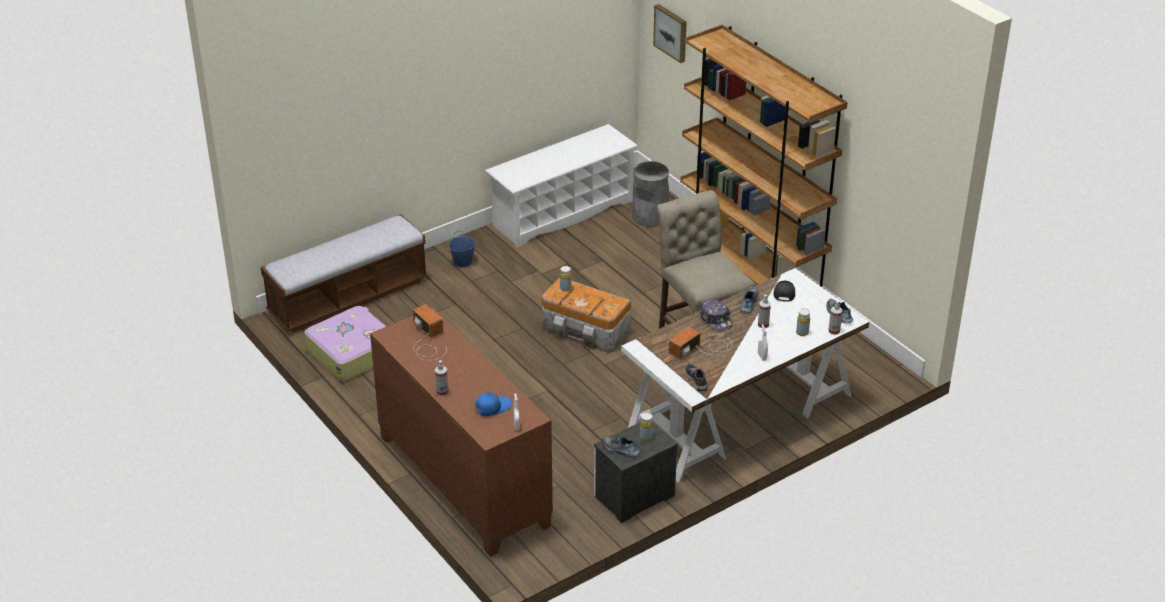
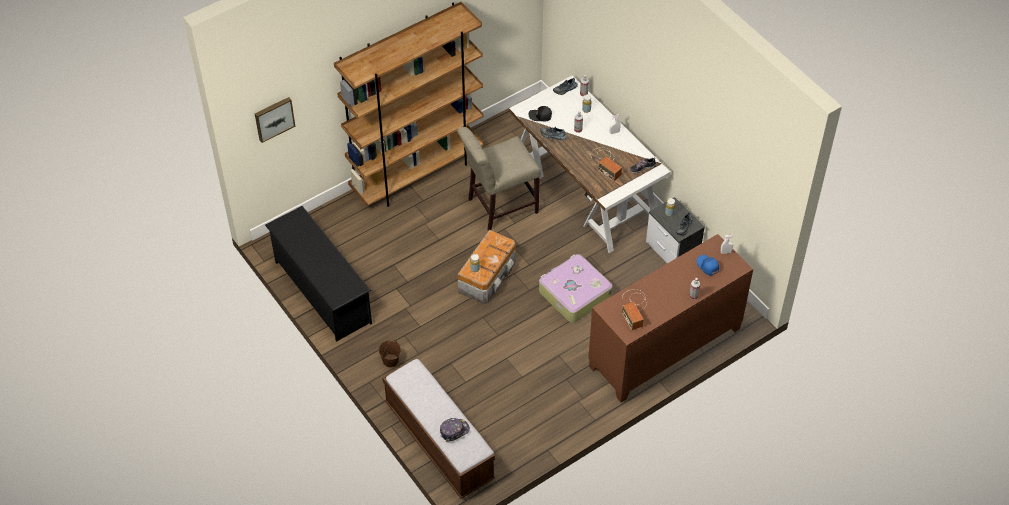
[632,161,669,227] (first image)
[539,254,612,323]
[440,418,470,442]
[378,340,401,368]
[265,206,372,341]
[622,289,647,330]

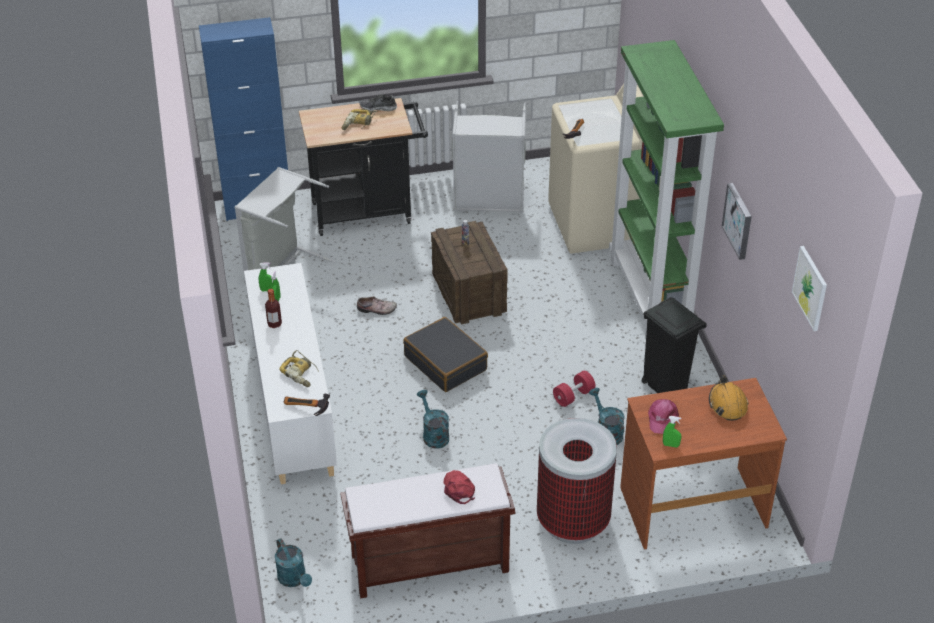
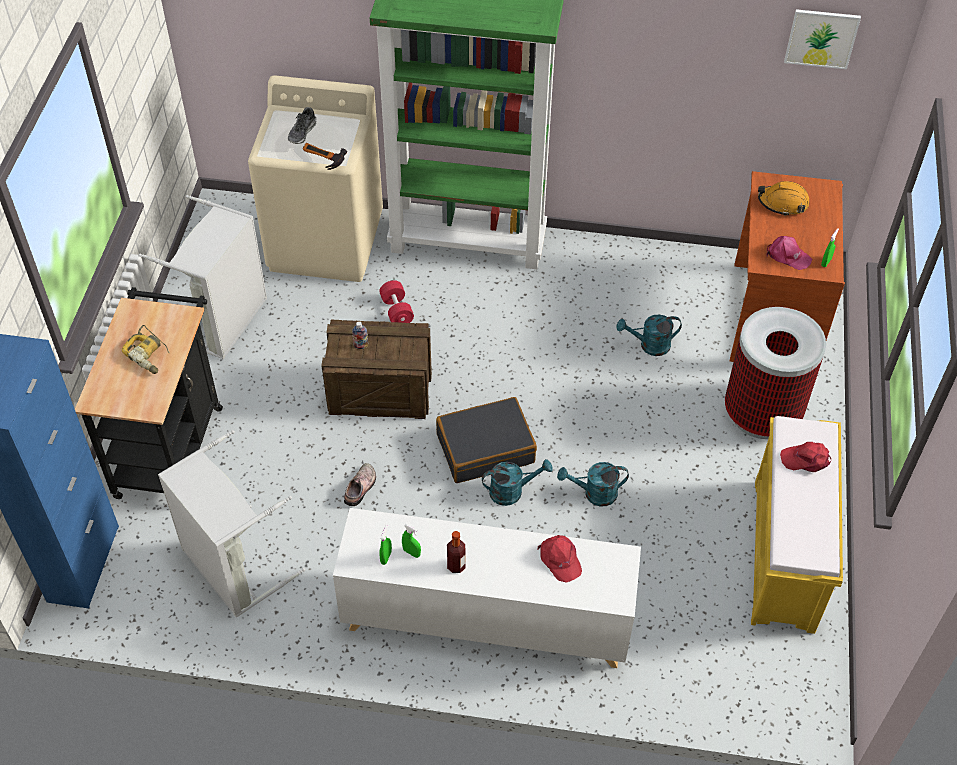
[284,394,330,416] (first image)
[642,297,707,393] (first image)
[722,183,751,260] (first image)
[482,459,552,506]
[287,107,317,144]
[379,280,414,324]
[538,535,582,583]
[751,416,843,634]

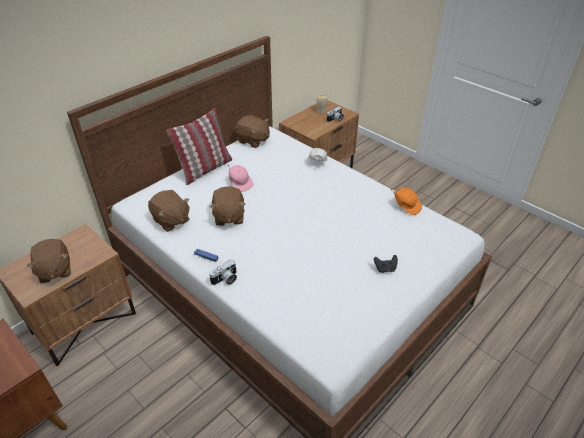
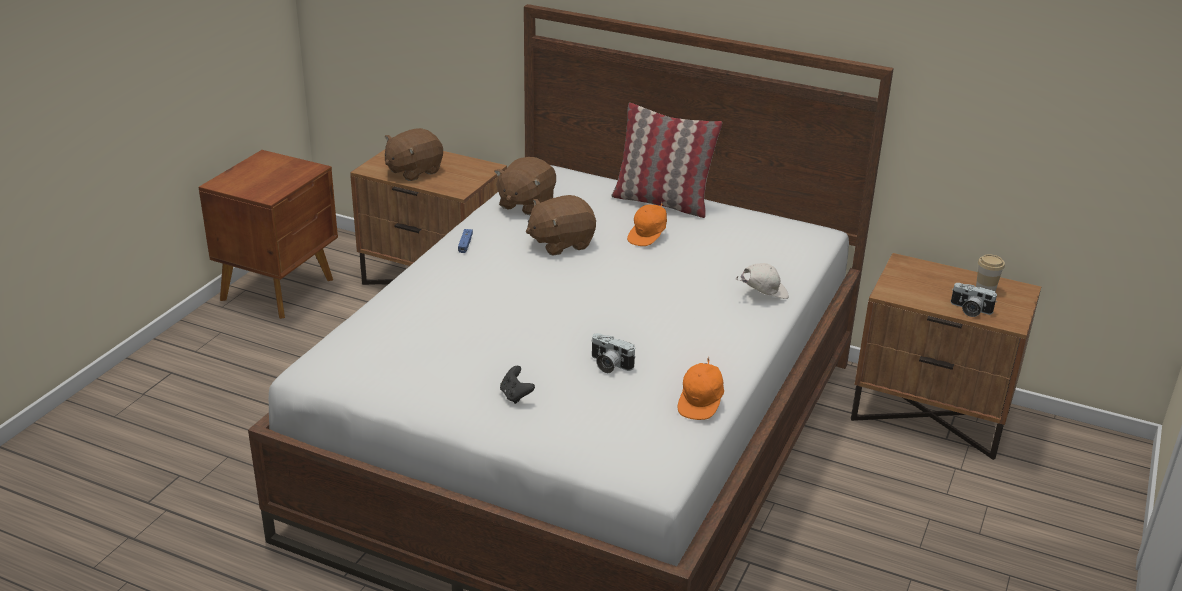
[235,115,270,148] (first image)
[591,333,635,373]
[627,202,667,246]

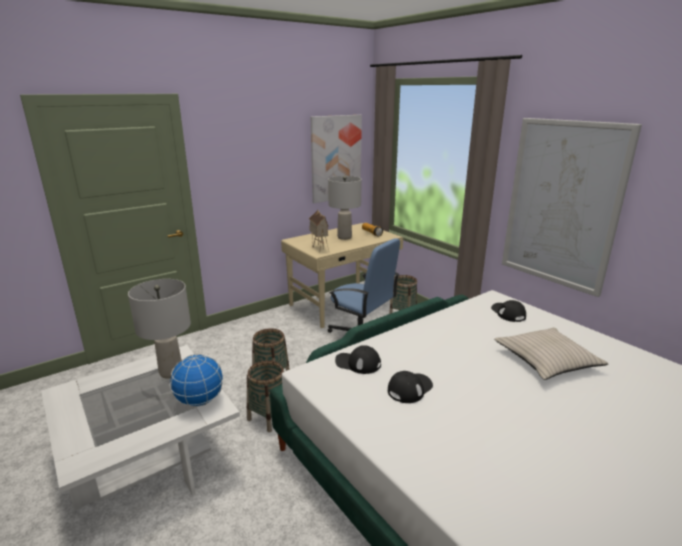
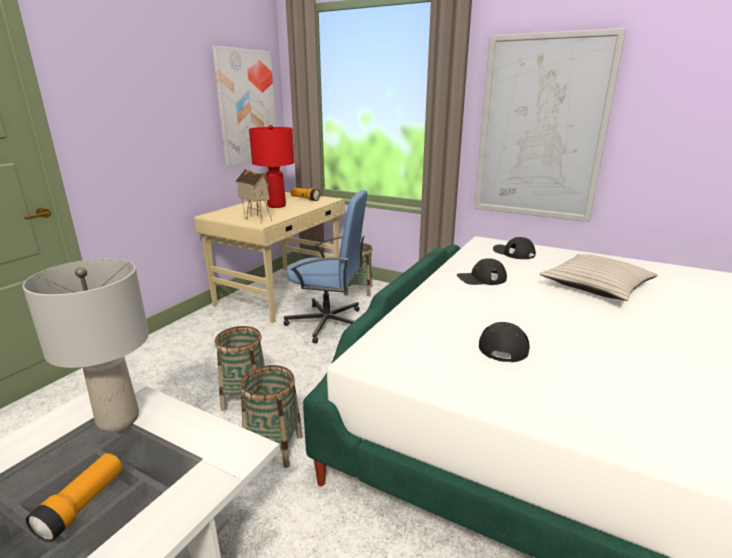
[170,354,224,407] (first image)
[26,453,122,542]
[457,258,507,285]
[249,125,295,208]

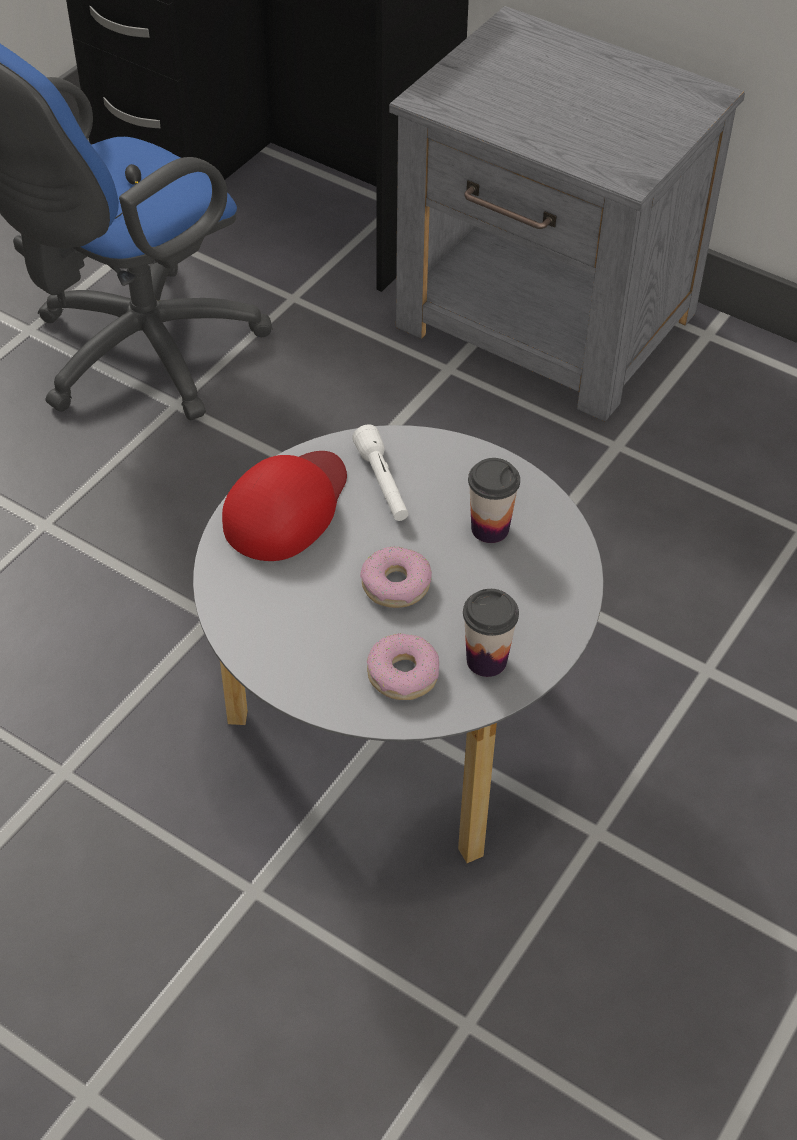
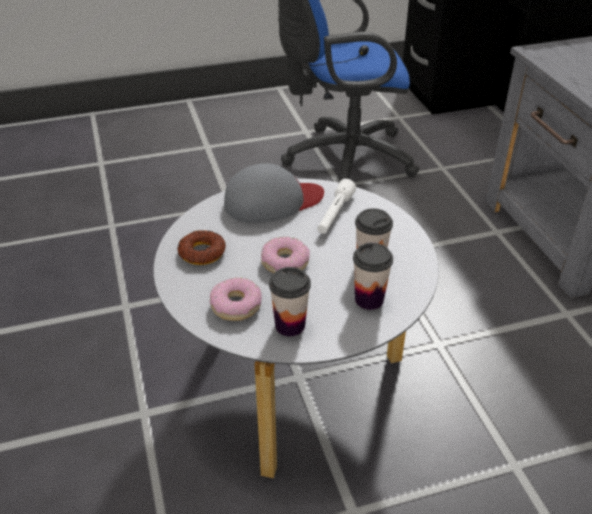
[177,230,226,265]
[353,243,393,310]
[224,163,324,223]

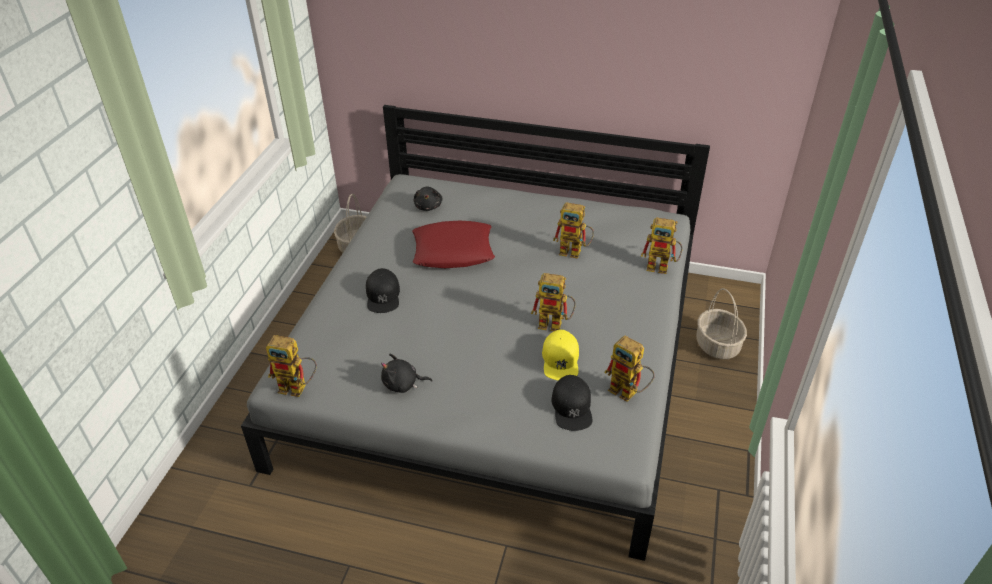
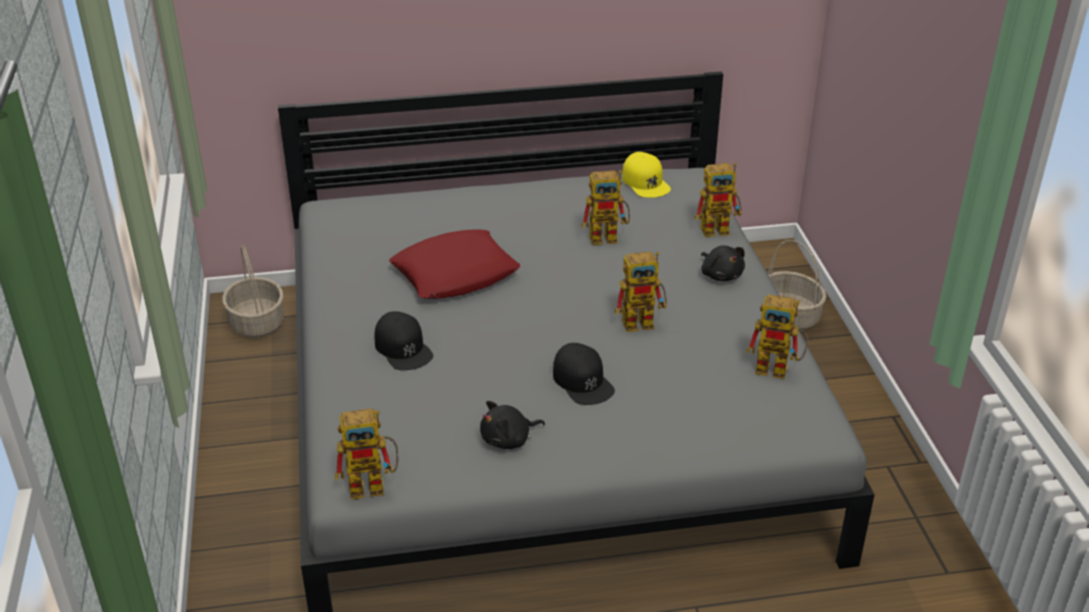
[701,245,745,281]
[622,152,671,198]
[553,343,615,405]

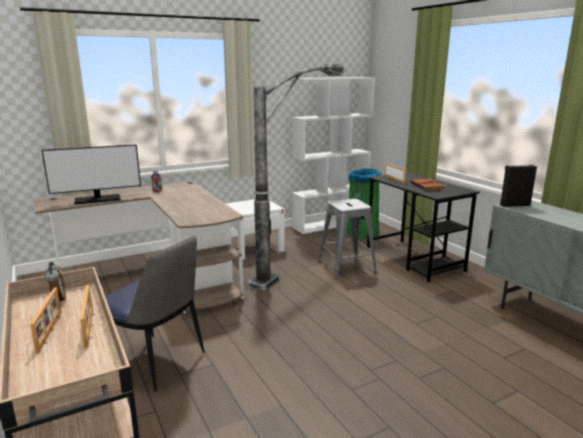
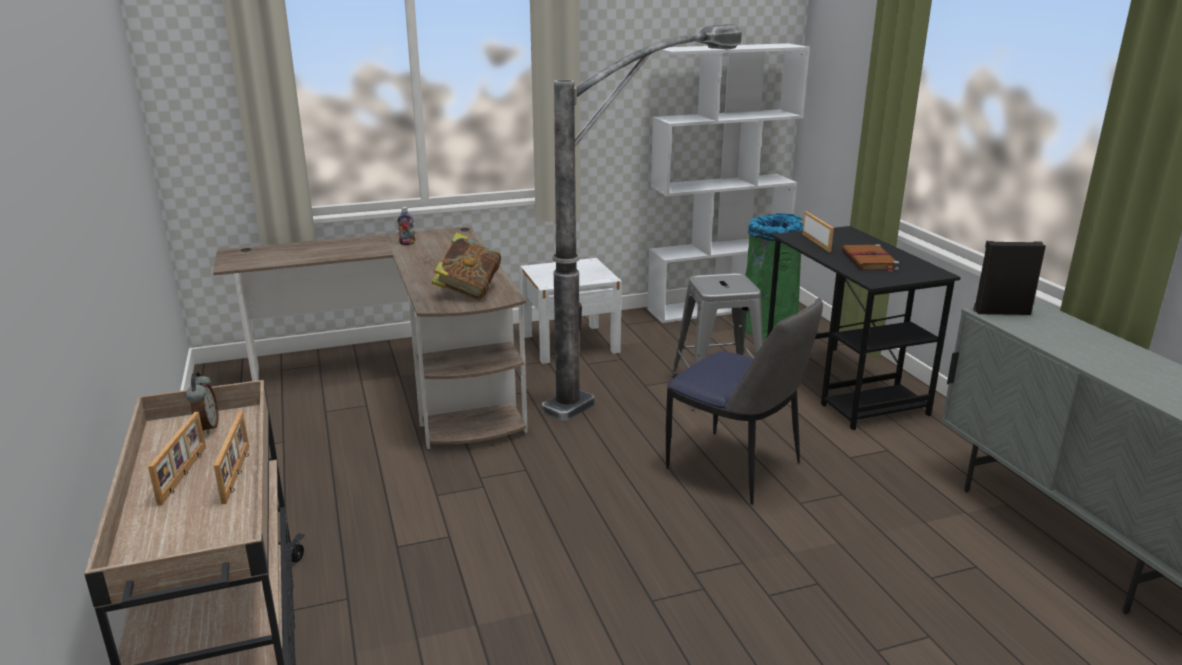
[42,144,141,205] (first image)
[432,232,501,300]
[666,297,823,505]

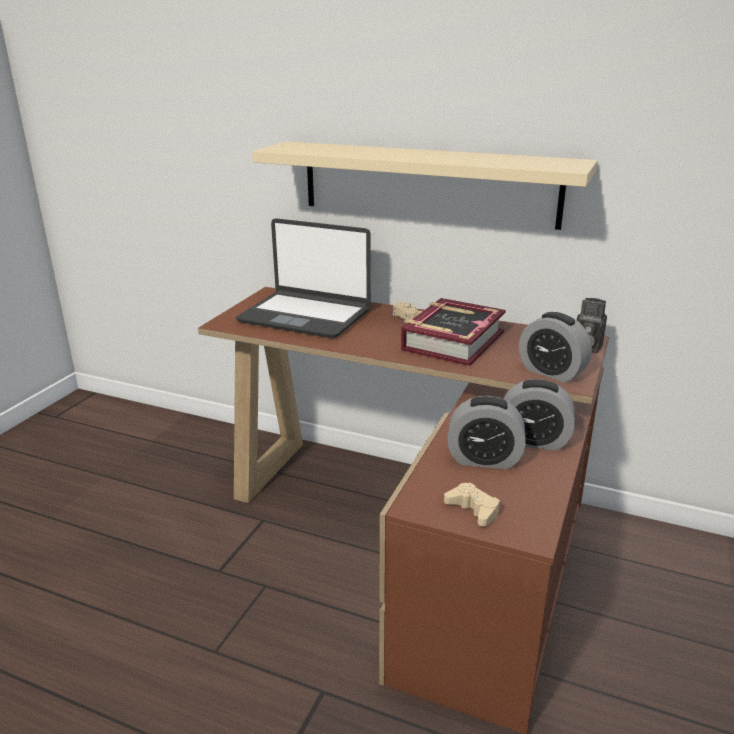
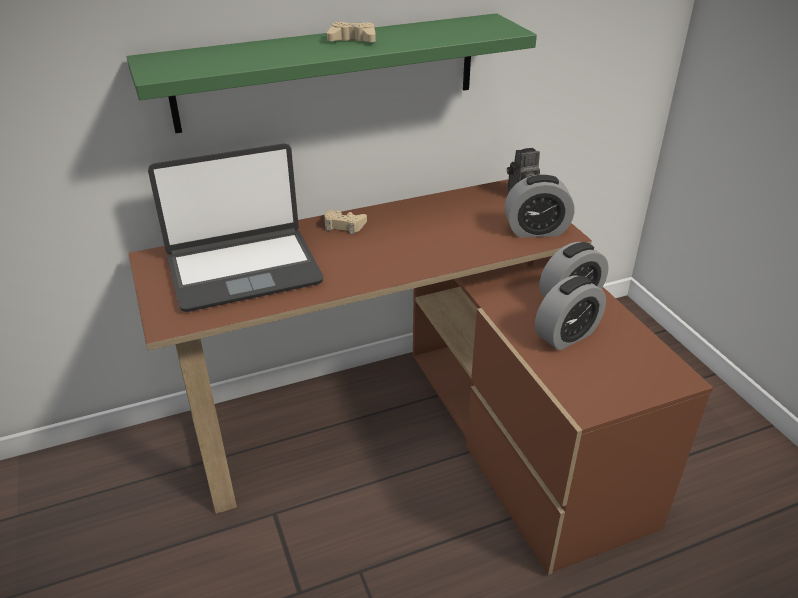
[401,298,506,366] (first image)
[327,22,376,42]
[127,13,537,133]

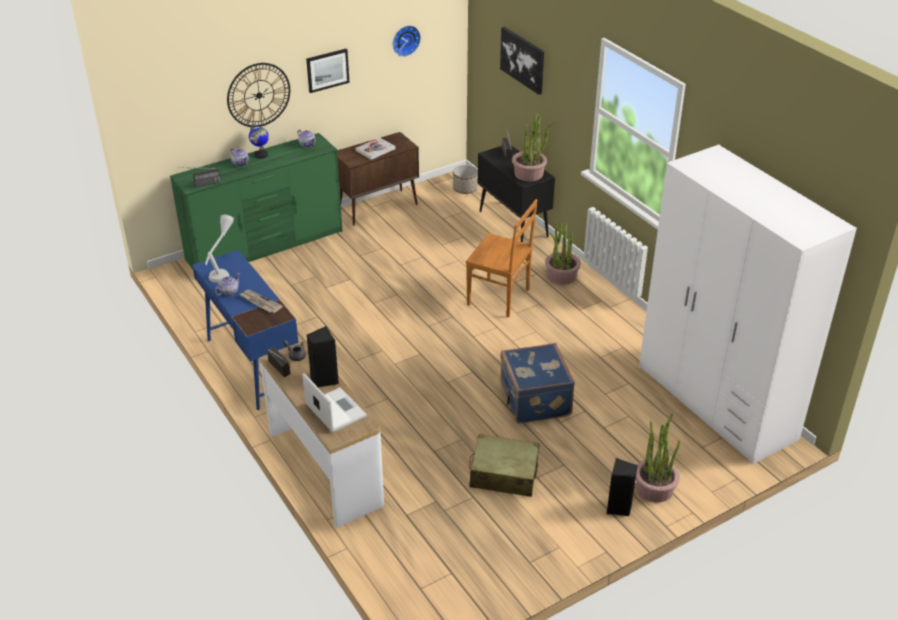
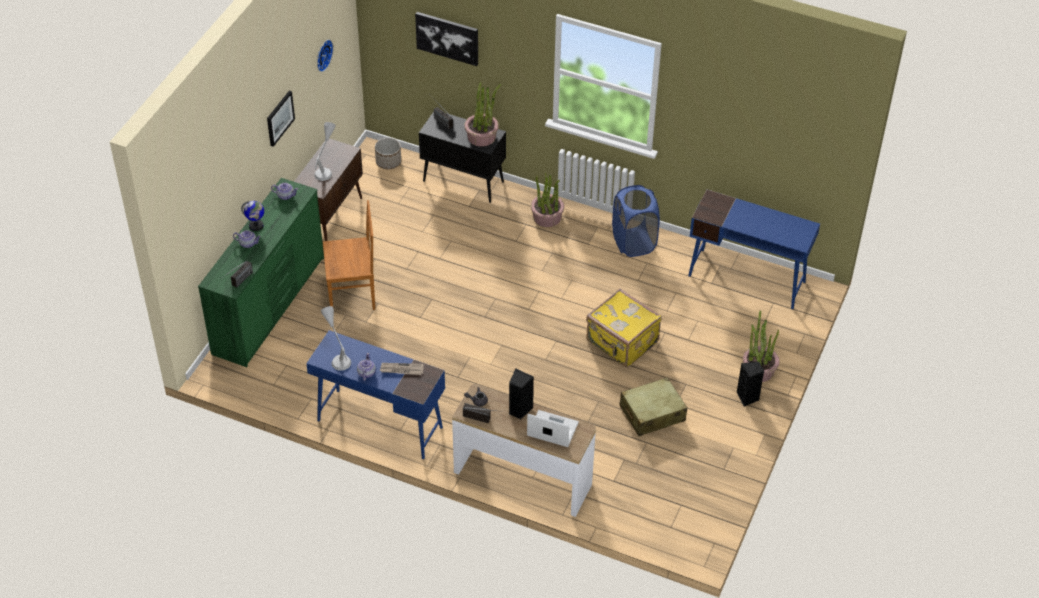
[227,63,290,127] (first image)
[612,185,660,257]
[323,200,375,310]
[314,122,336,181]
[688,189,820,309]
[586,289,662,368]

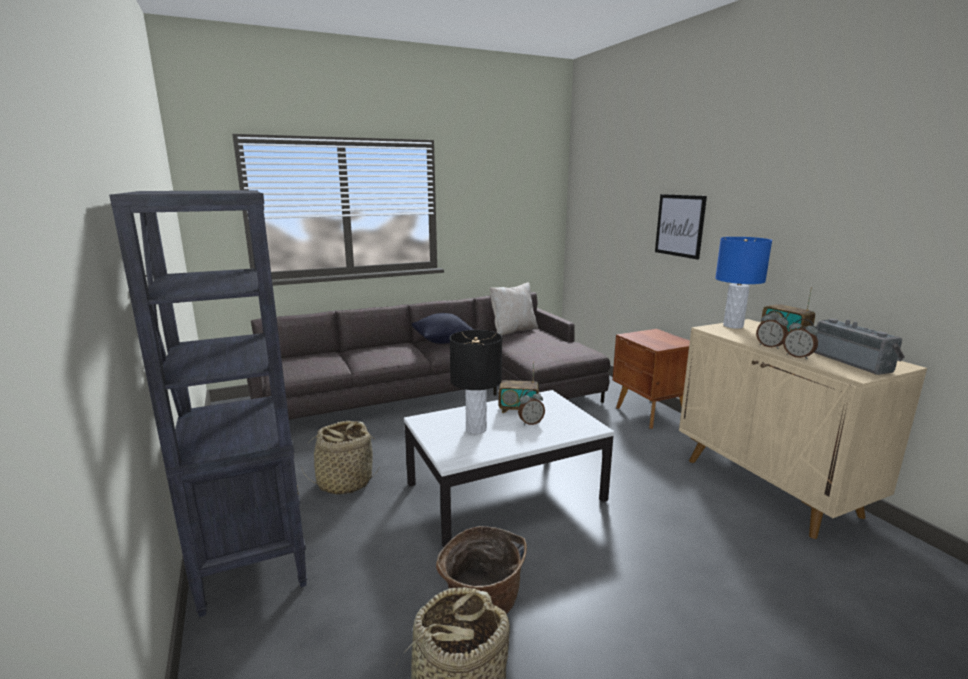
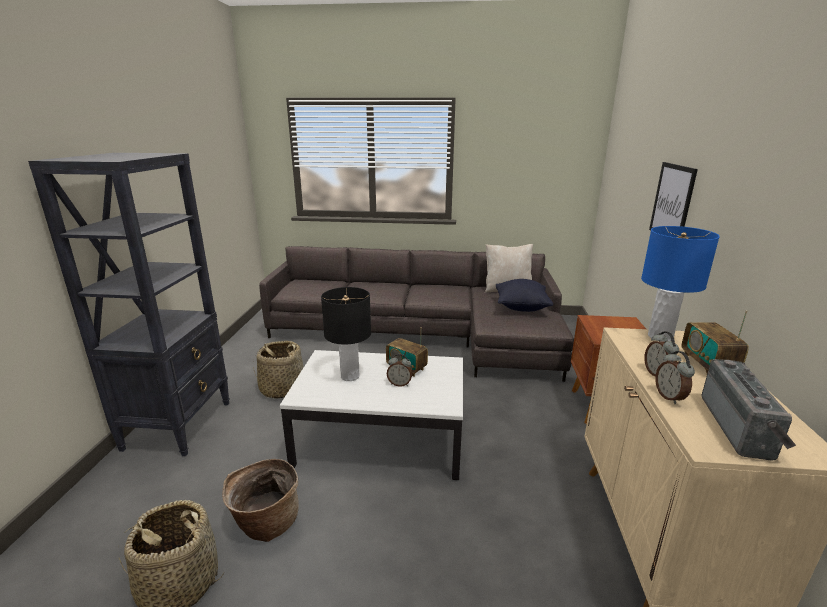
[496,279,553,312]

